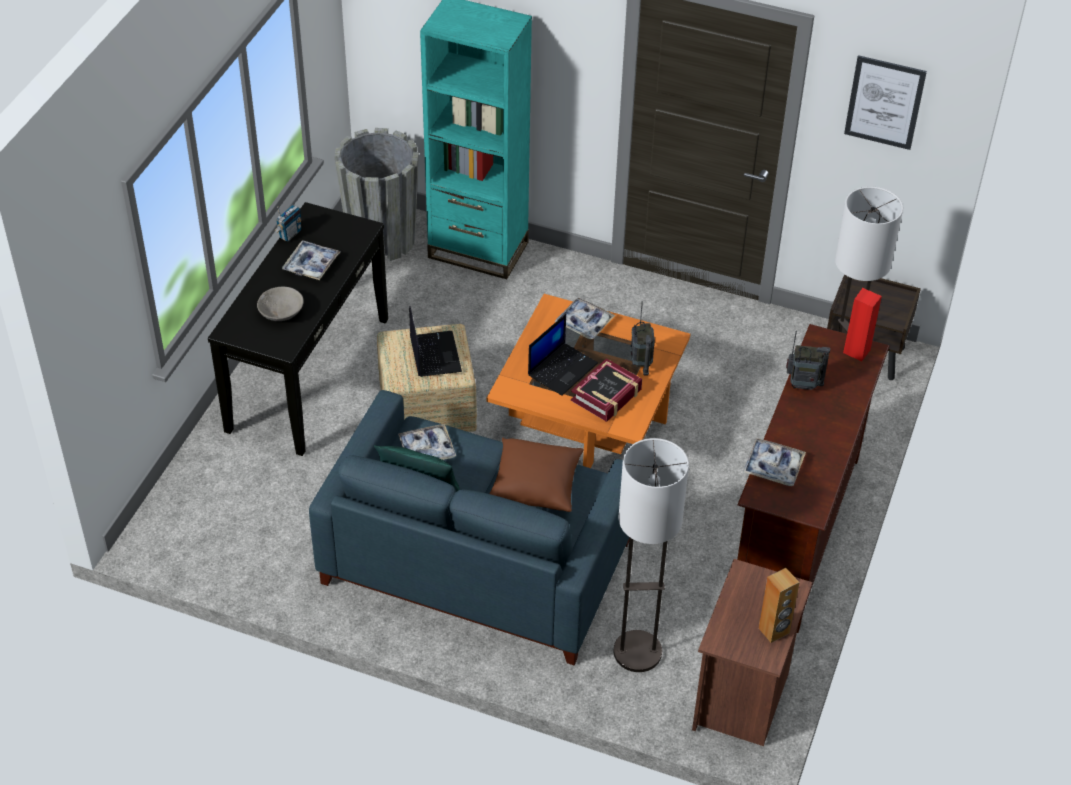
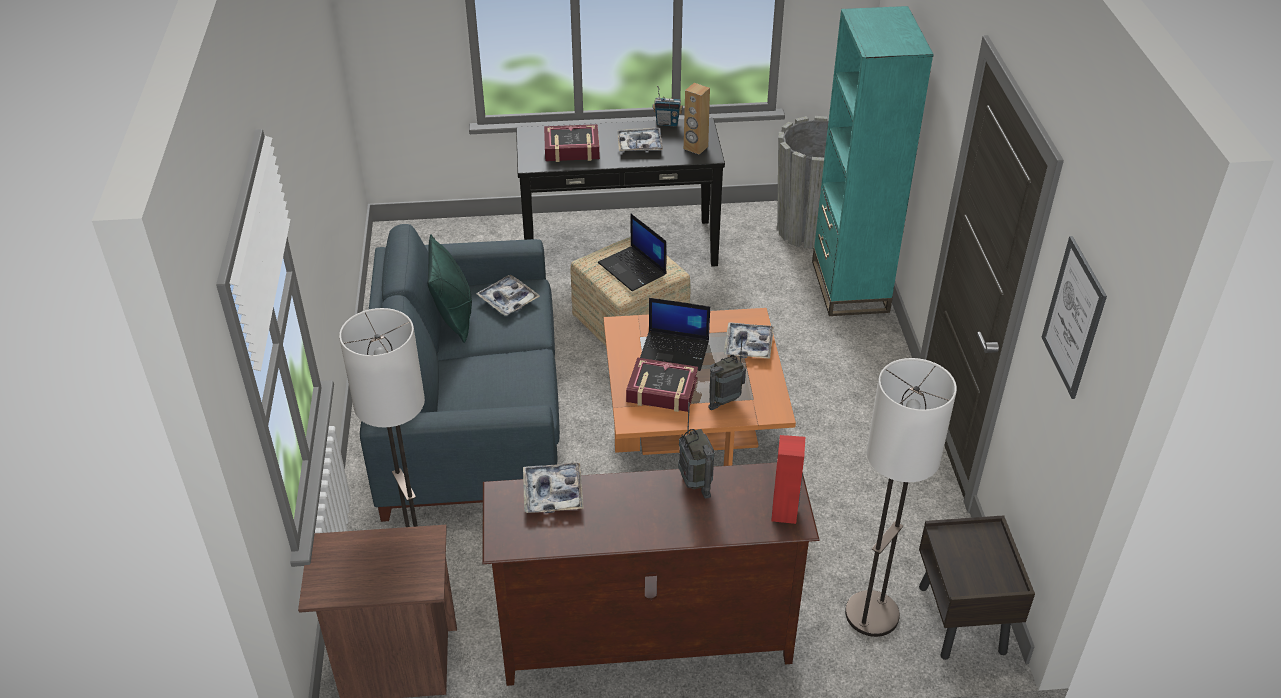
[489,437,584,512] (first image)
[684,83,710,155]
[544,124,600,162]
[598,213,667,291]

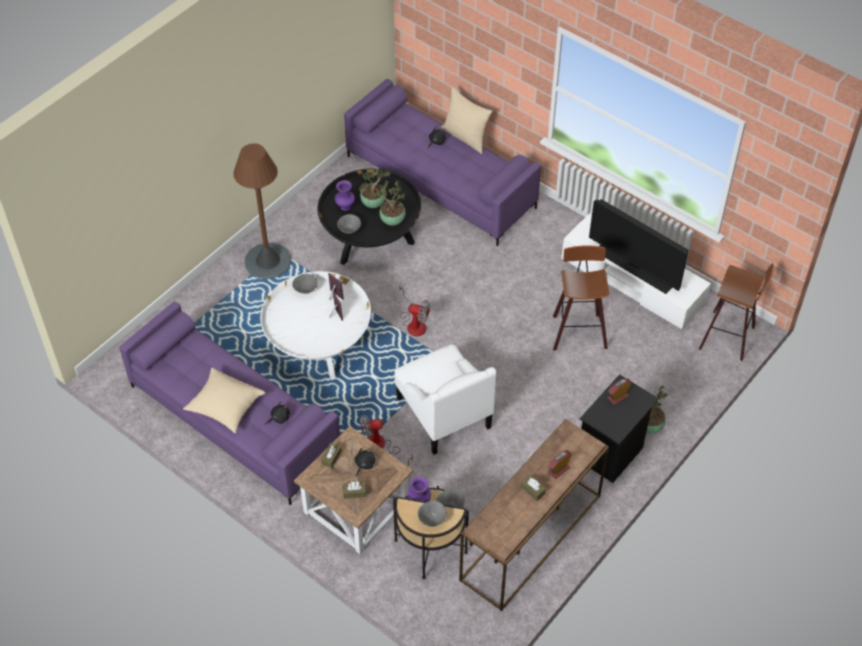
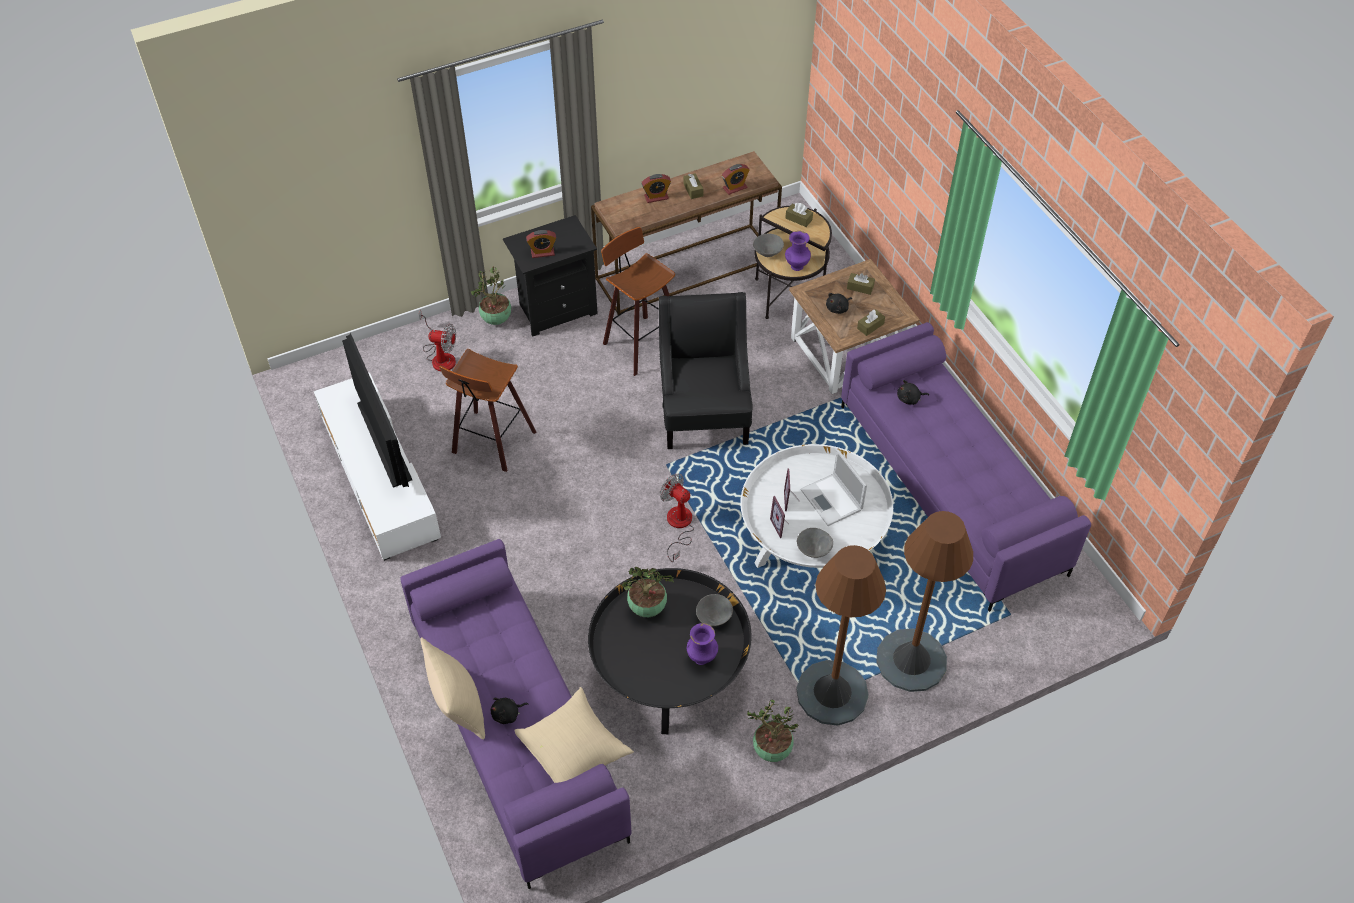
[722,164,750,195]
[800,449,867,526]
[876,511,973,692]
[514,687,634,783]
[747,700,800,762]
[419,309,456,371]
[601,227,675,376]
[785,203,813,227]
[659,292,753,449]

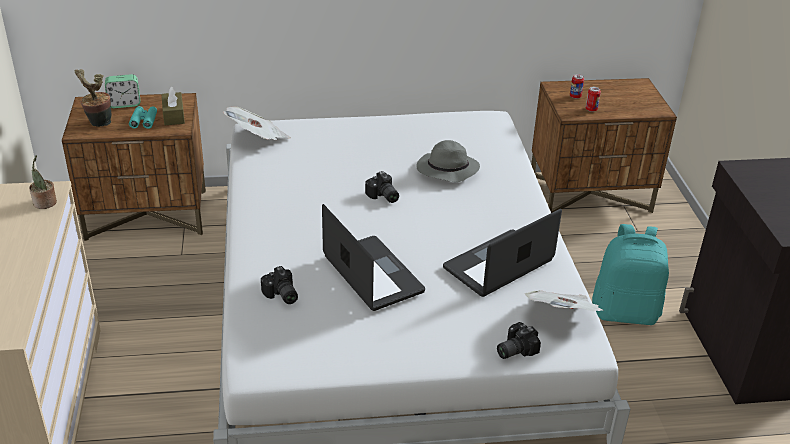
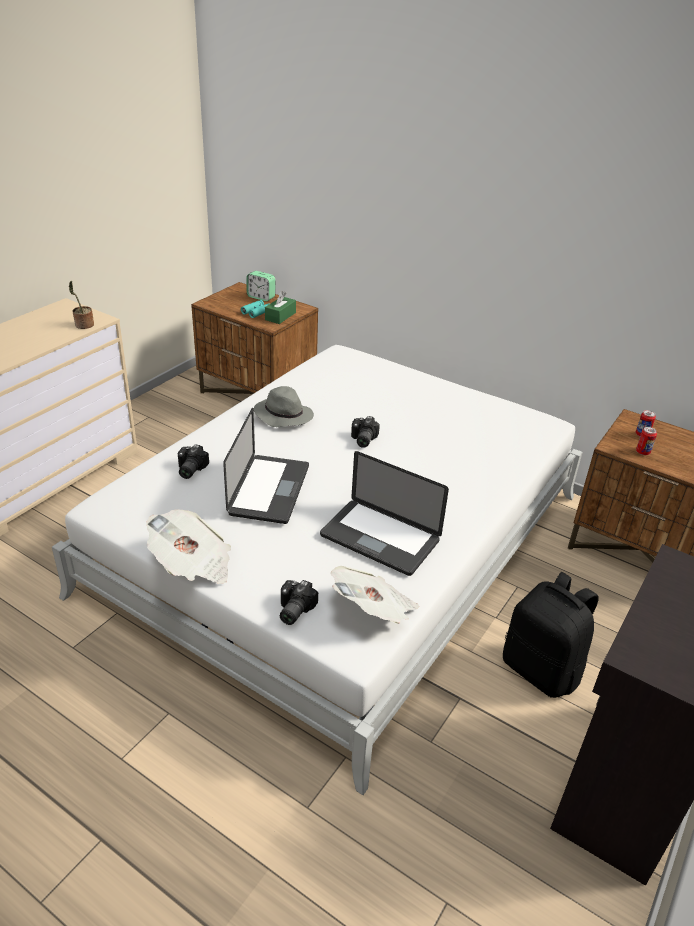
[75,69,111,127] (first image)
[146,510,231,584]
[254,386,314,427]
[265,291,296,324]
[503,572,599,698]
[320,451,449,576]
[280,580,318,625]

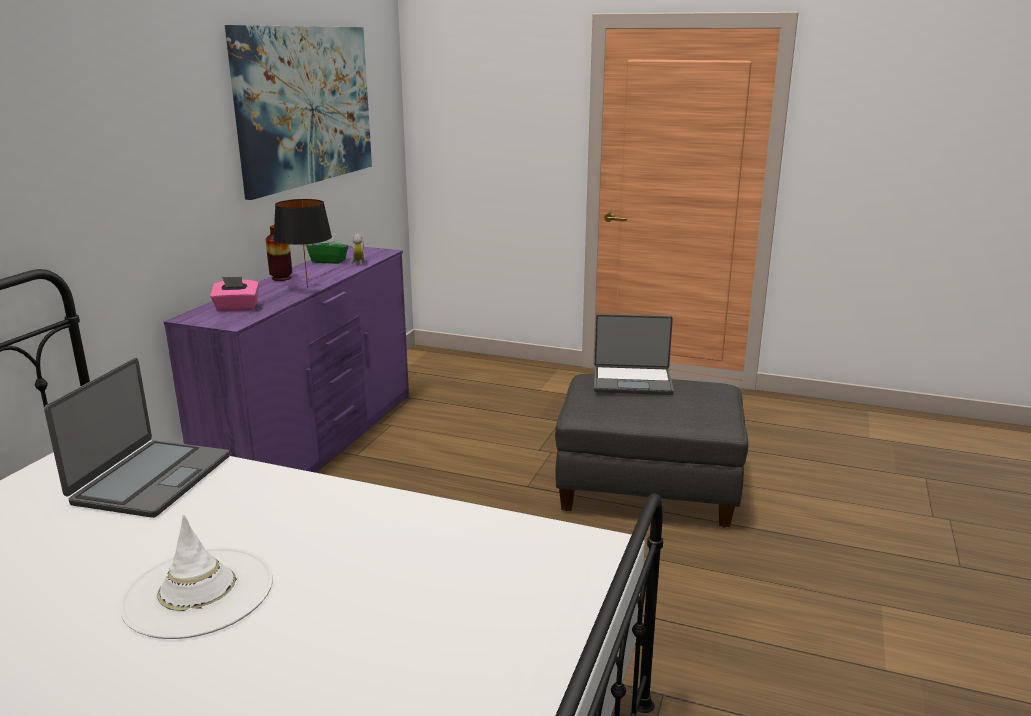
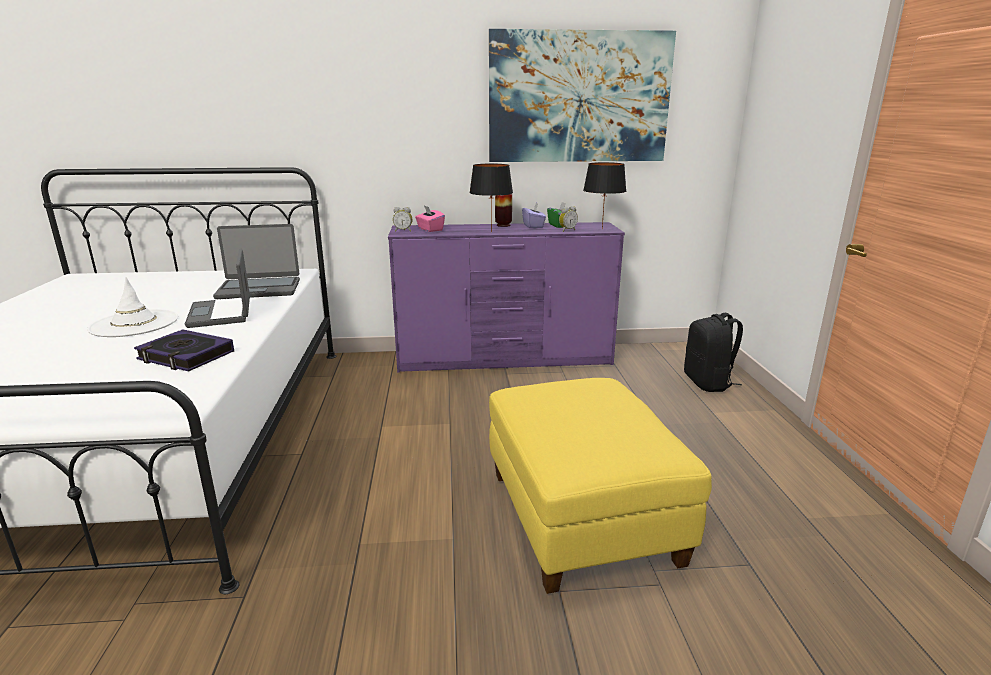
[134,329,234,371]
[393,207,413,232]
[522,203,546,228]
[583,162,626,229]
[684,313,743,392]
[185,249,250,328]
[489,378,712,594]

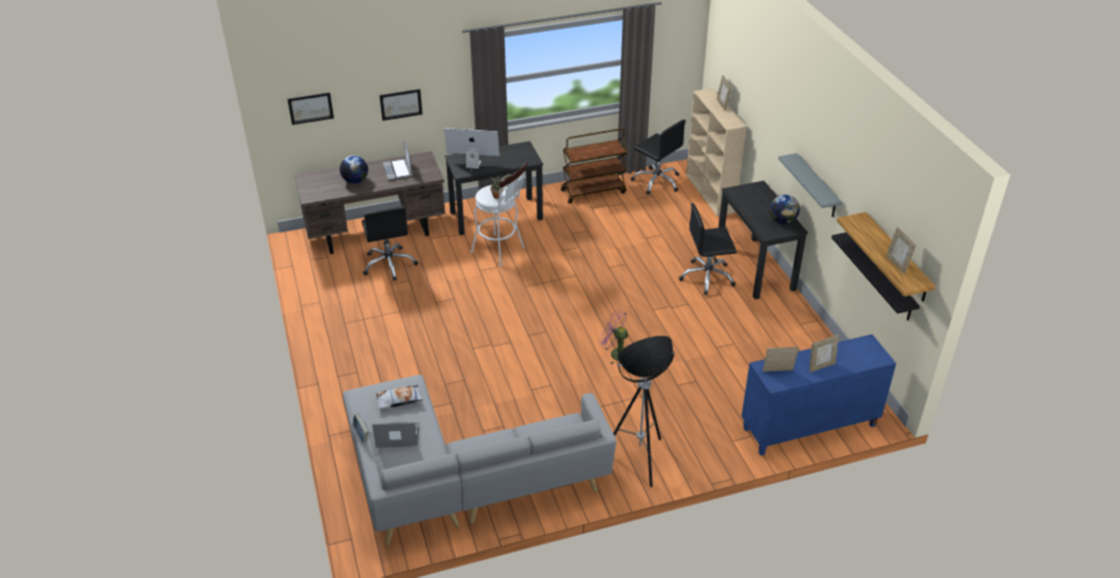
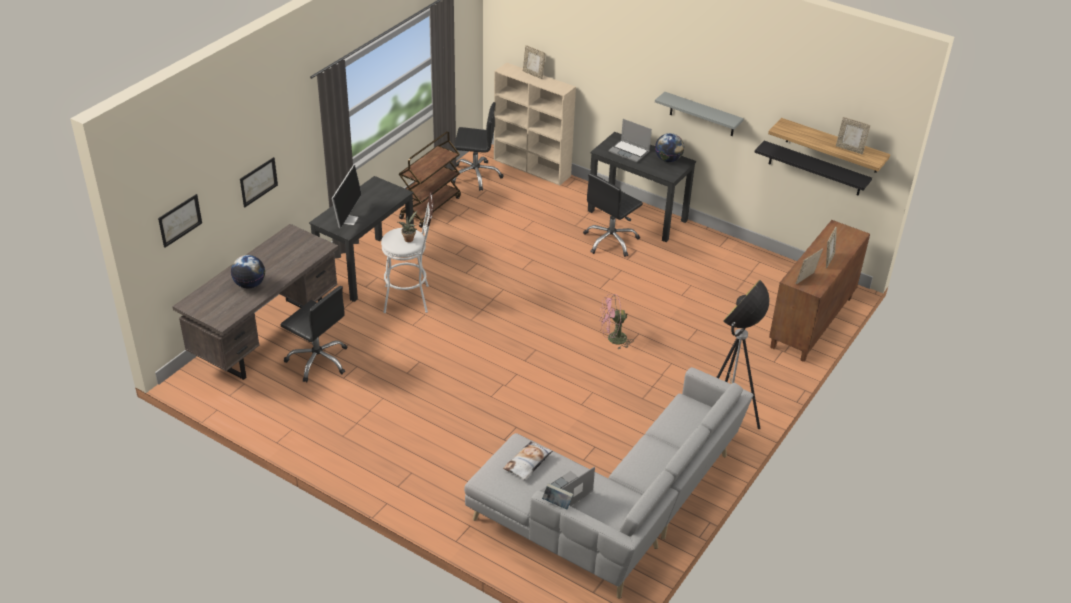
[608,119,652,162]
[769,220,870,362]
[332,165,362,228]

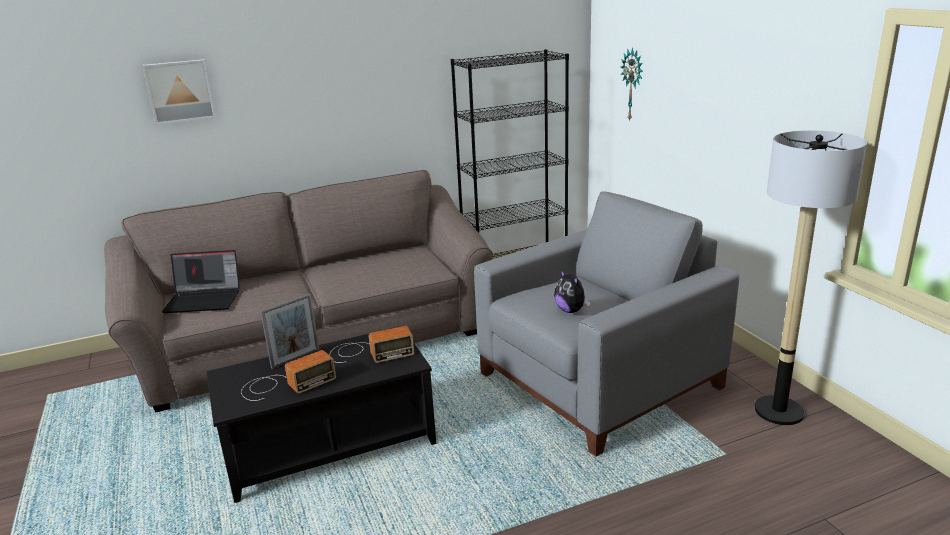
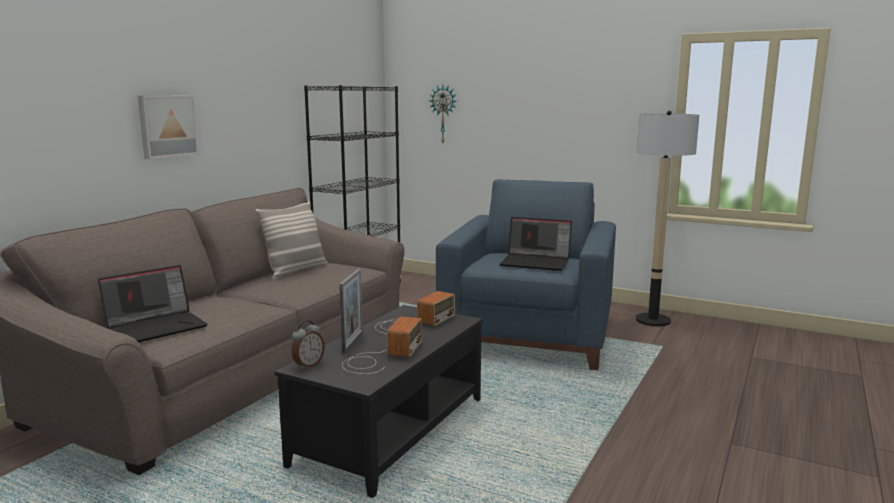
[255,201,328,280]
[291,320,325,369]
[138,96,199,159]
[499,217,572,271]
[436,179,616,370]

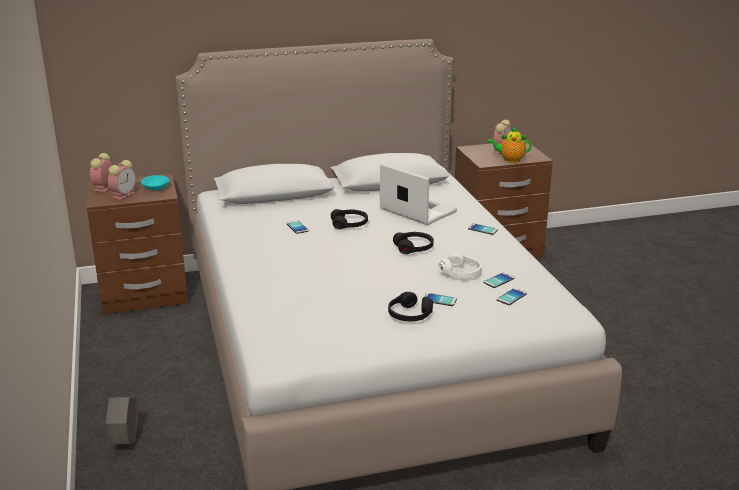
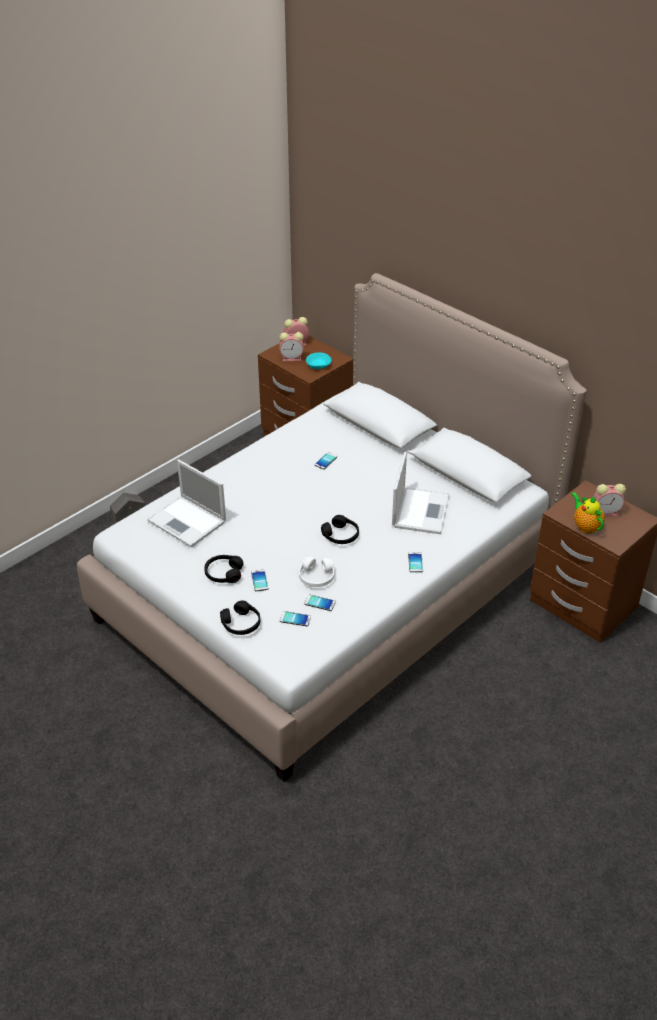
[147,460,226,547]
[220,601,260,635]

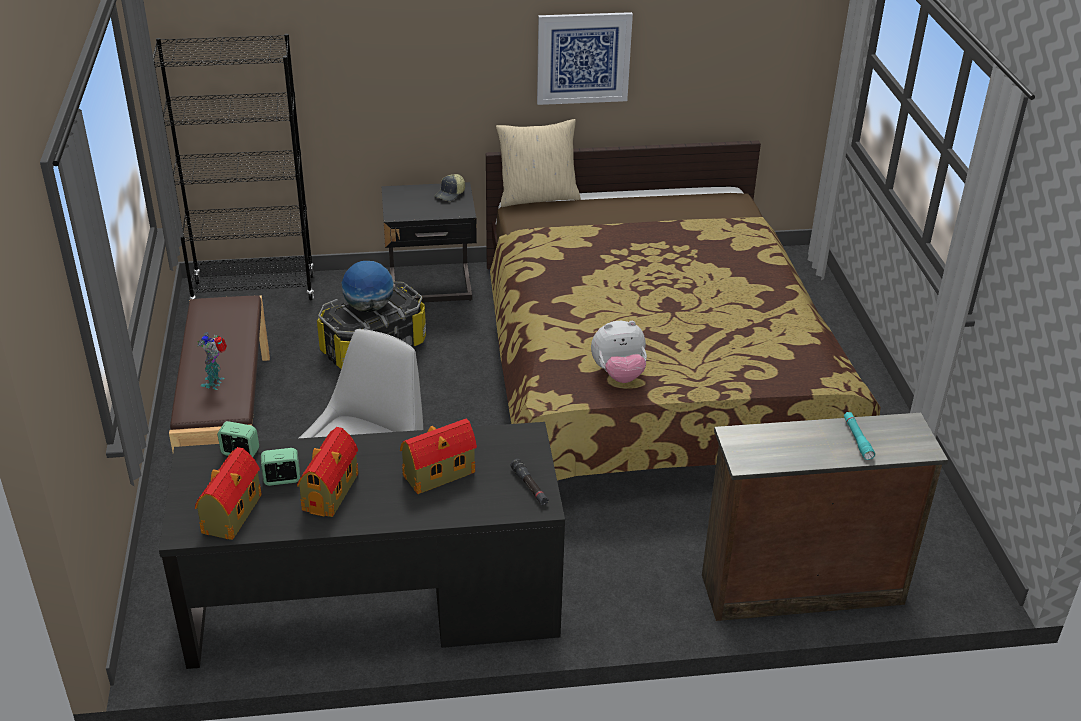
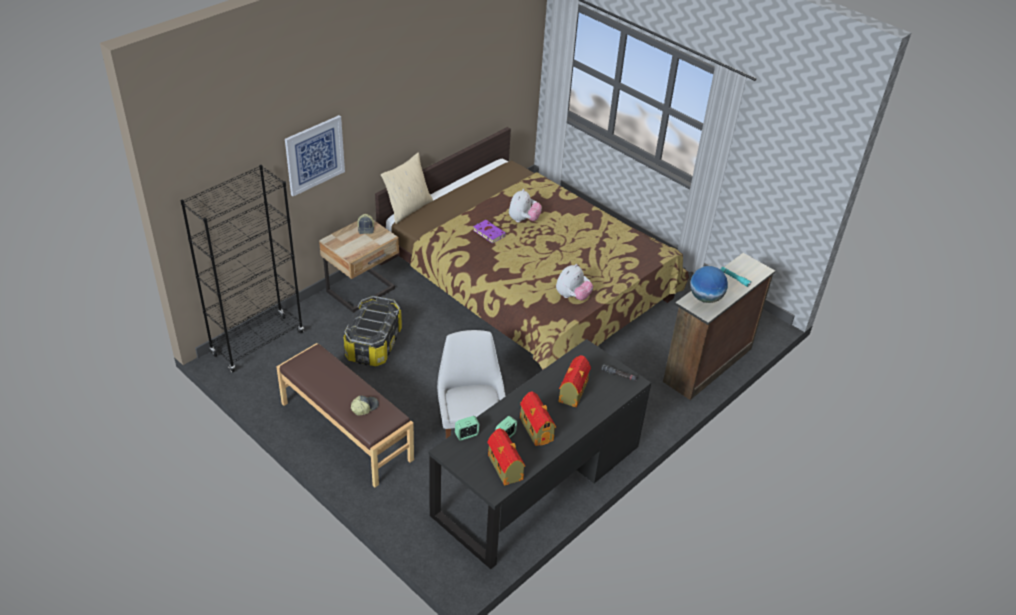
[473,220,506,244]
[509,189,542,222]
[690,266,728,303]
[285,115,345,196]
[351,395,379,415]
[319,221,399,313]

